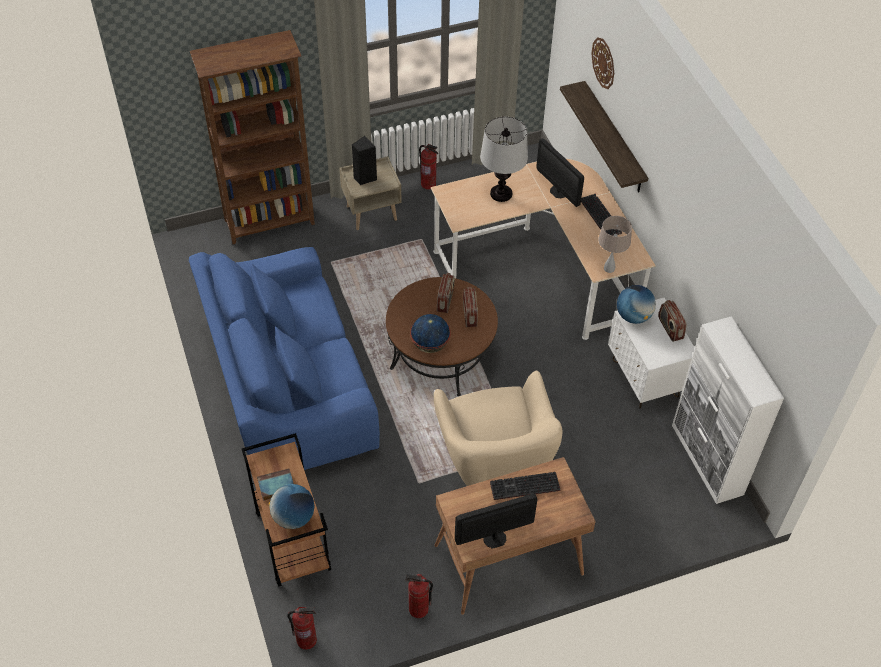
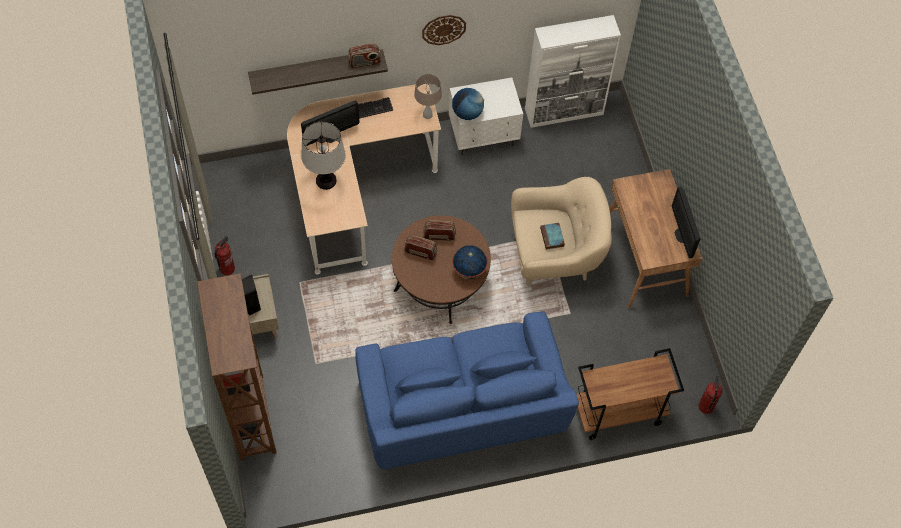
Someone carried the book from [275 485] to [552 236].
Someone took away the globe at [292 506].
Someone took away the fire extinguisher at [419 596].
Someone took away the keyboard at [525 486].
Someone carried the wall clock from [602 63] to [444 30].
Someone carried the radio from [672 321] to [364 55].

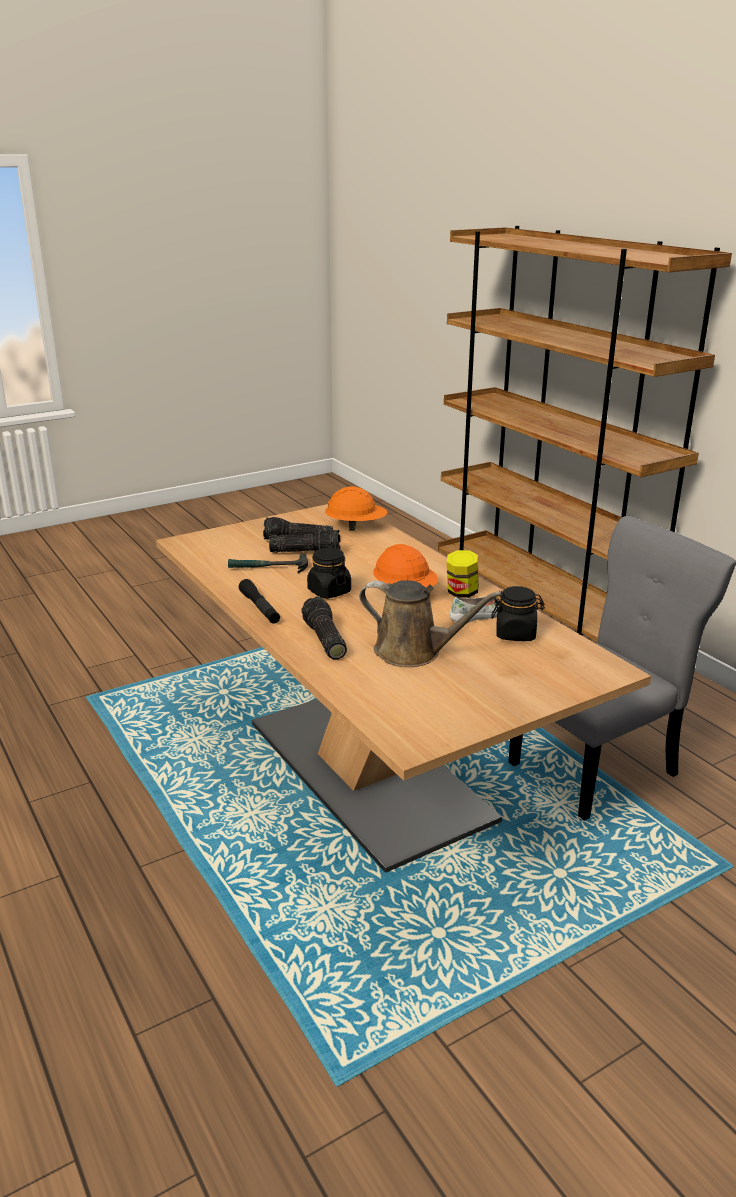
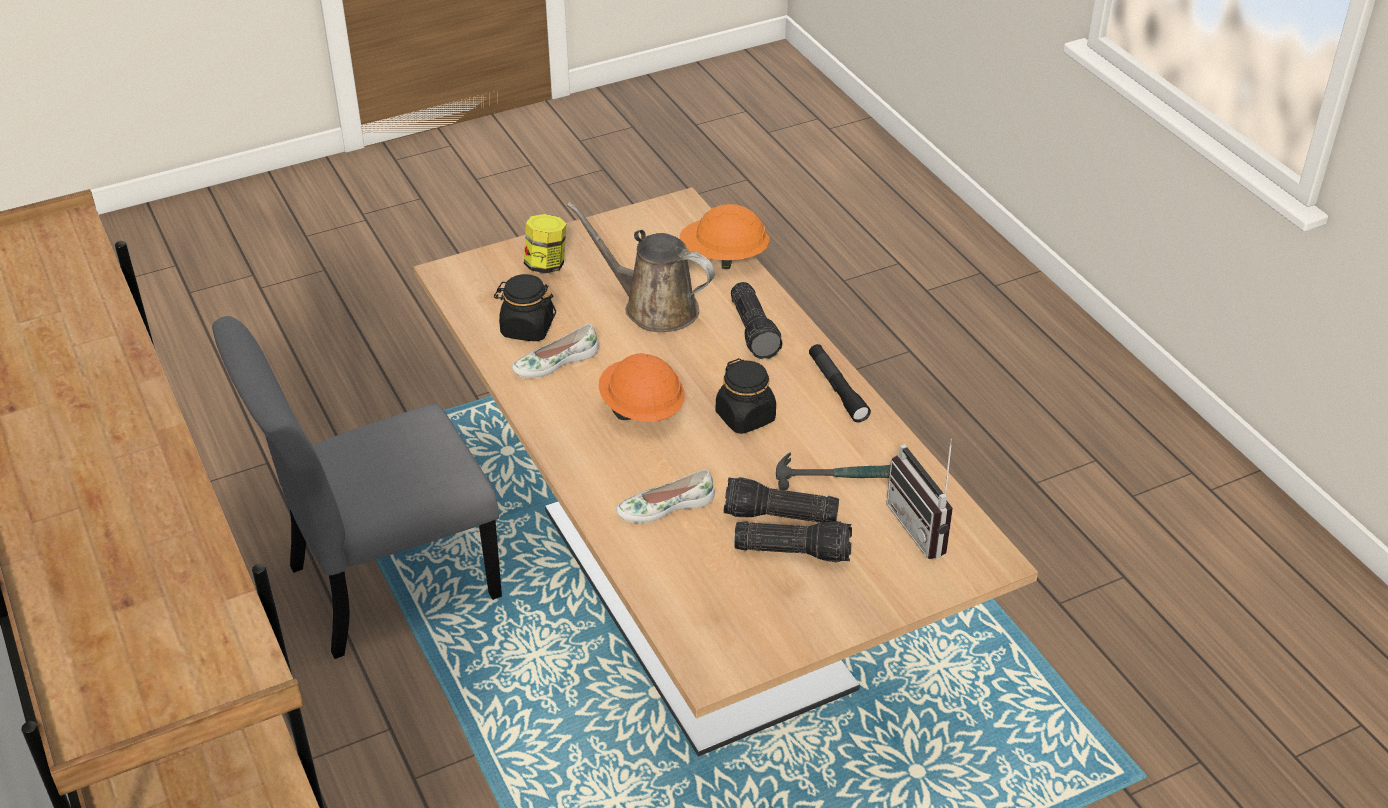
Someone carried the orange hard hat from [356 508] to [725 236].
Someone carried the jar from [463 574] to [545 243].
Someone put down the white shoe at [665 496].
Someone put down the radio at [919 498].

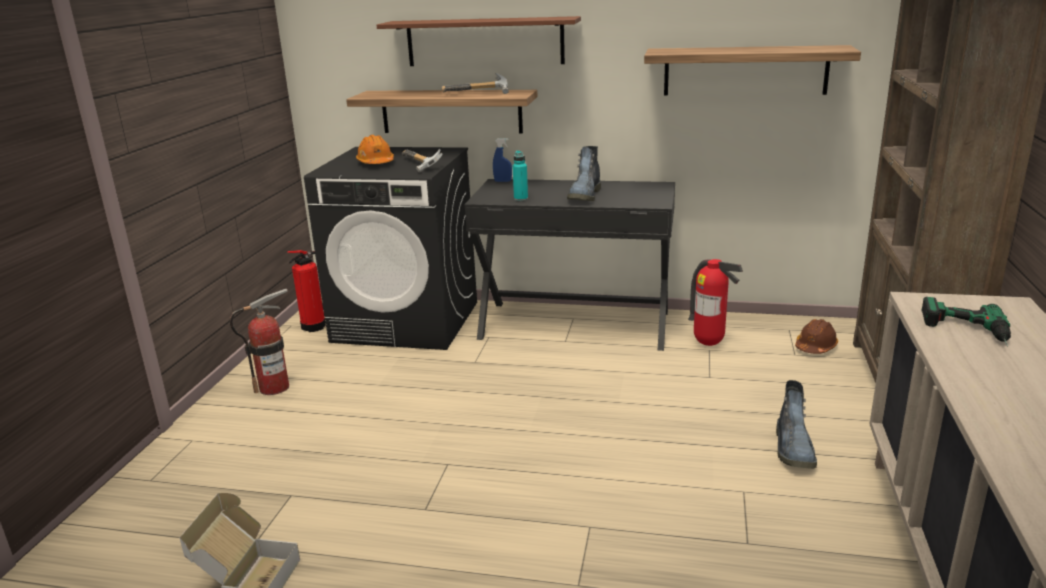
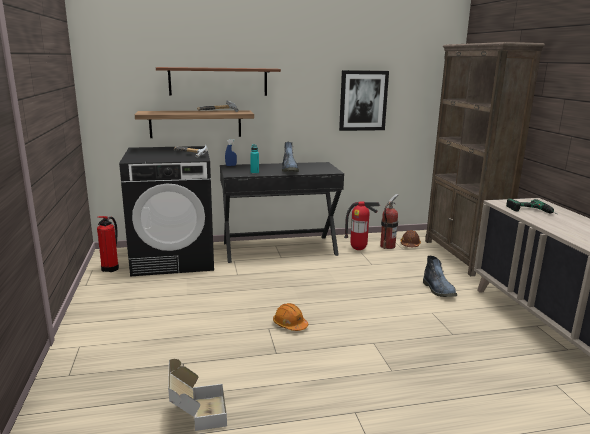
Someone carried the fire extinguisher from [259 342] to [389 221].
Someone carried the orange hard hat from [375 149] to [290 317].
Someone swapped the shelf at [752 70] for the picture at [364 100].

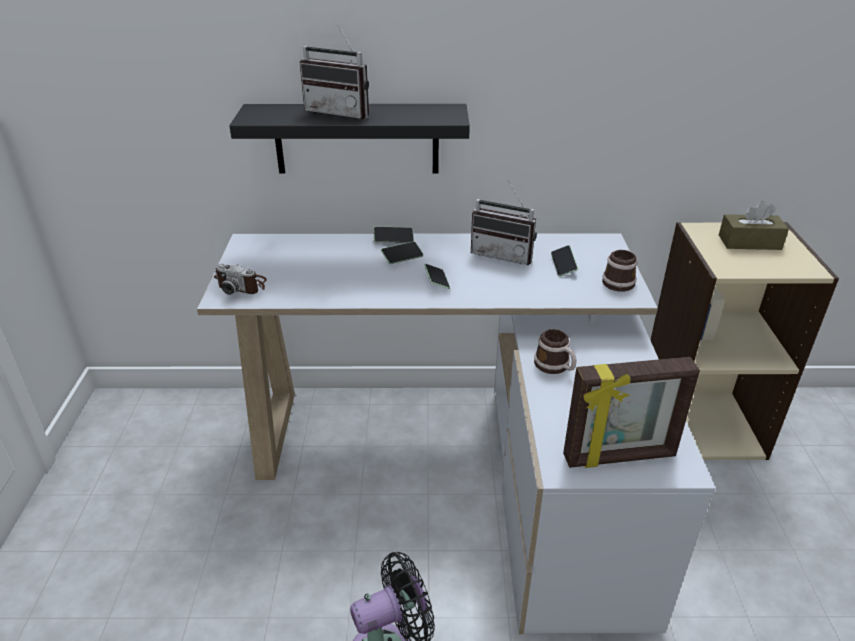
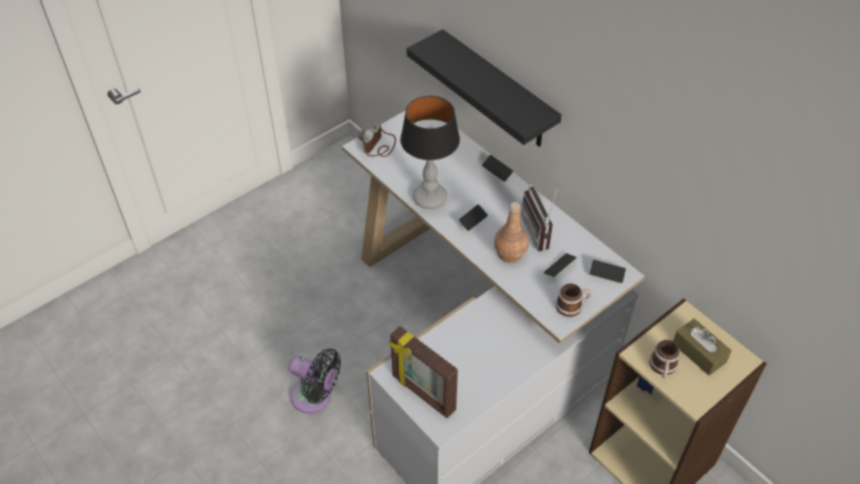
Someone rotated the photo camera at [240 279] by 45 degrees clockwise.
Someone took away the radio at [334 71].
Someone carried the phone from [402 252] to [607 271].
Someone carried the mug from [555 351] to [664 359].
Someone put down the table lamp at [430 152].
Someone put down the brown bottle at [511 232].

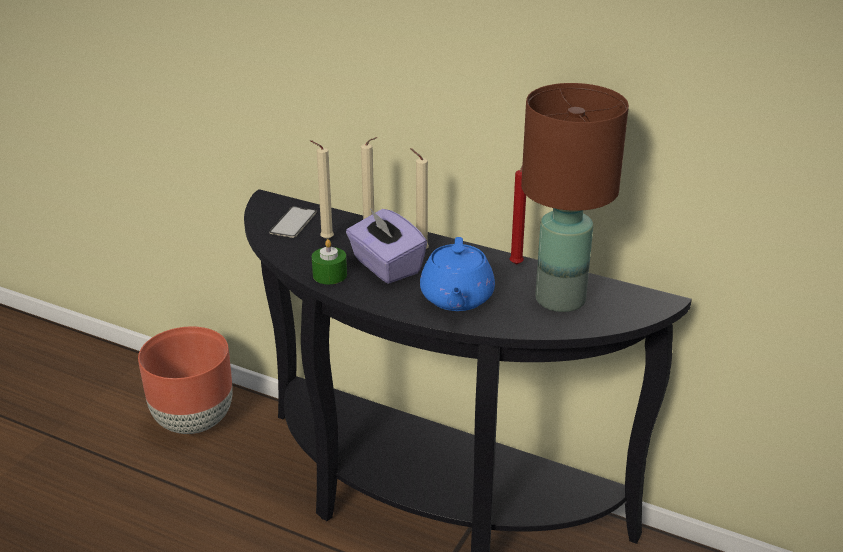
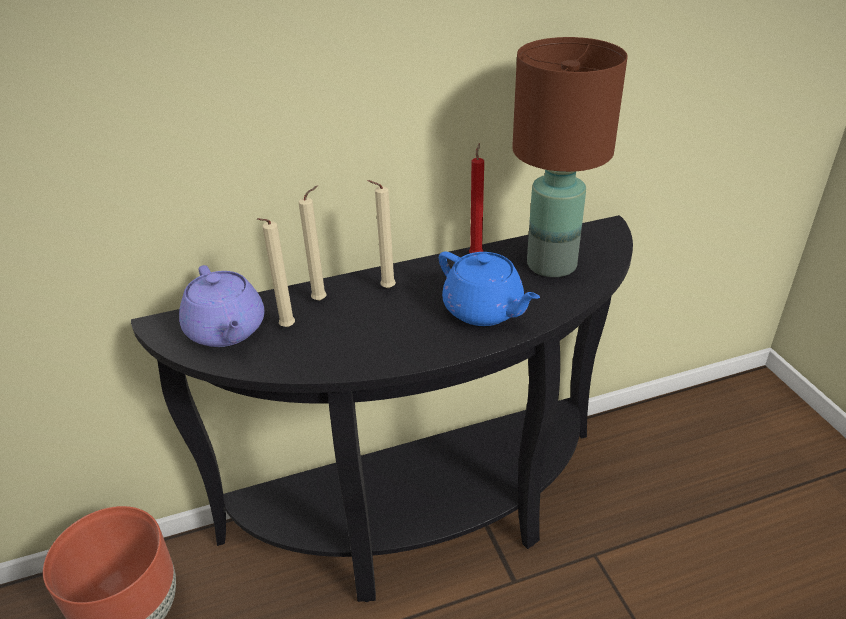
Someone swapped the phone at [293 222] for the purple teapot at [222 306].
Someone took away the green candle at [329 261].
Someone took away the purple tissue box at [386 246].

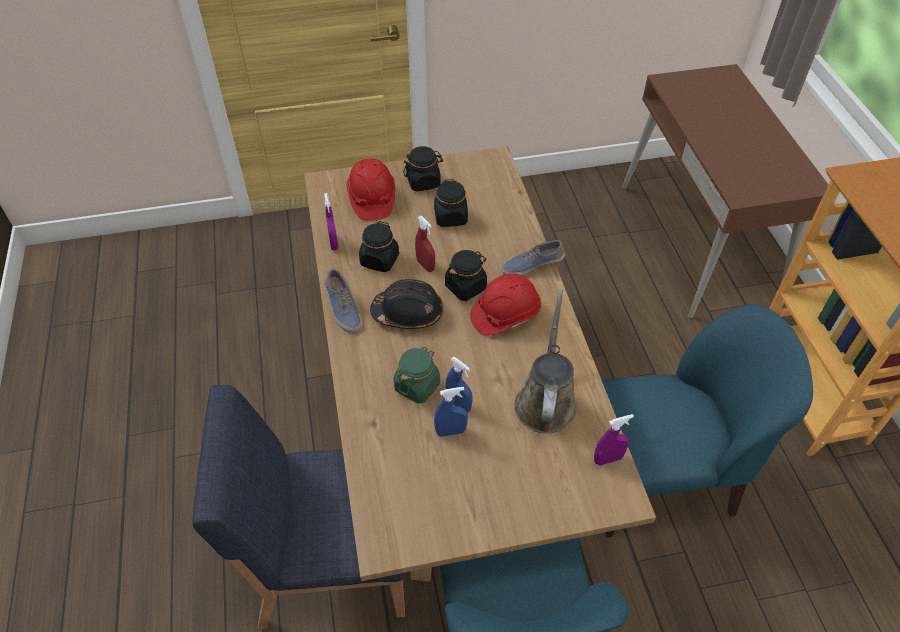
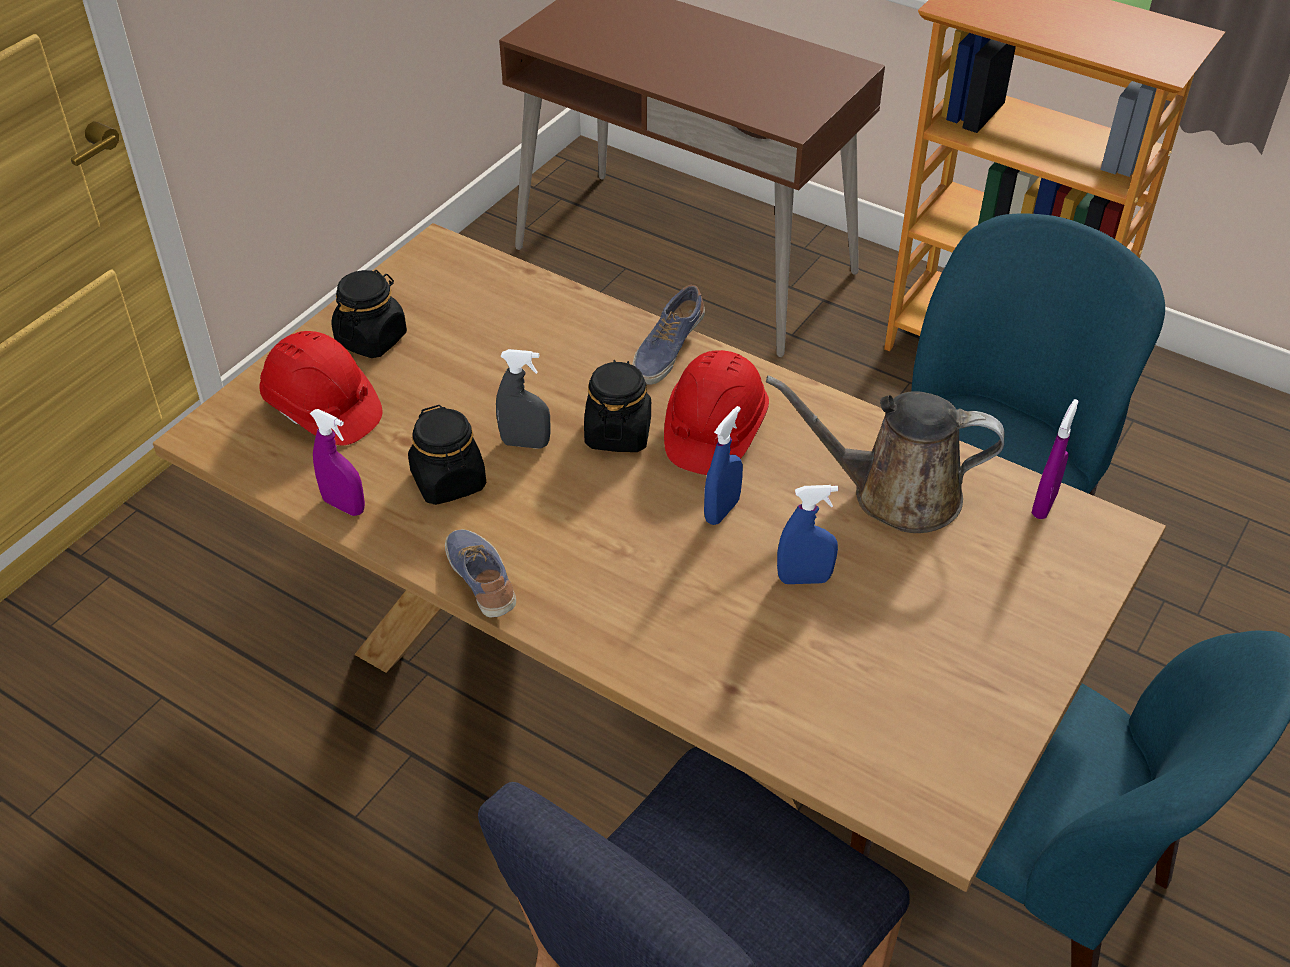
Someone rotated the shoe at [343 301] by 135 degrees counterclockwise.
Someone took away the black hard hat at [406 304].
Someone took away the green jar at [417 375].
Someone repainted the red spray bottle at [425 244], which became the grey spray bottle at [523 399].
Someone took away the black jar at [451 203].
Someone carried the blue spray bottle from [451 412] to [723 465].
Someone rotated the brown watering can at [545 362] by 45 degrees counterclockwise.

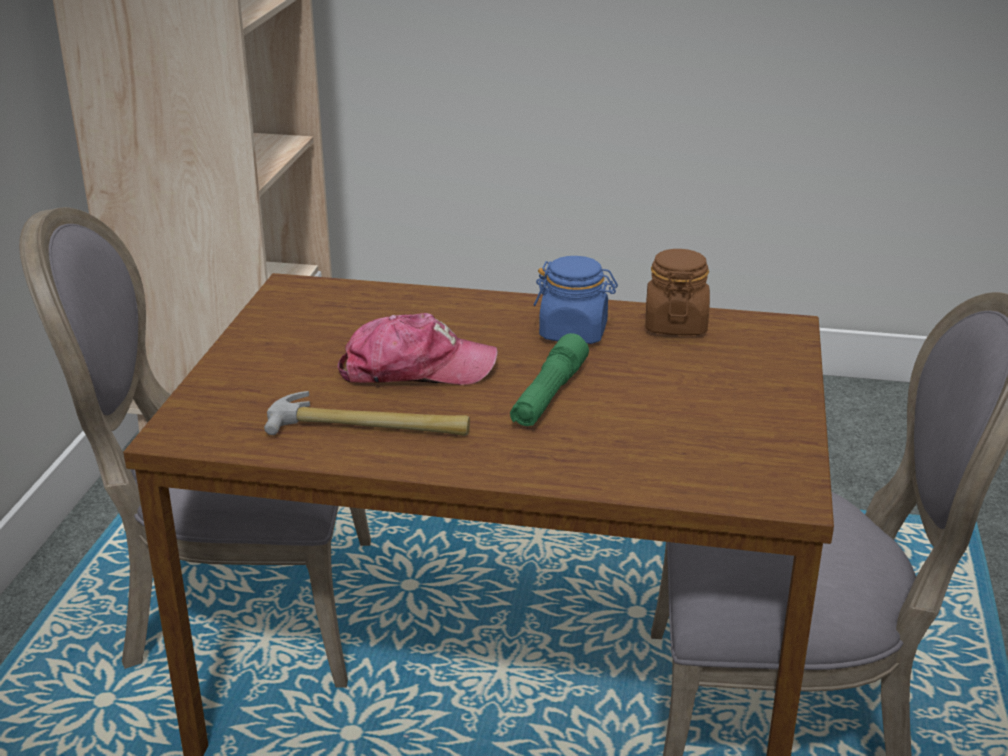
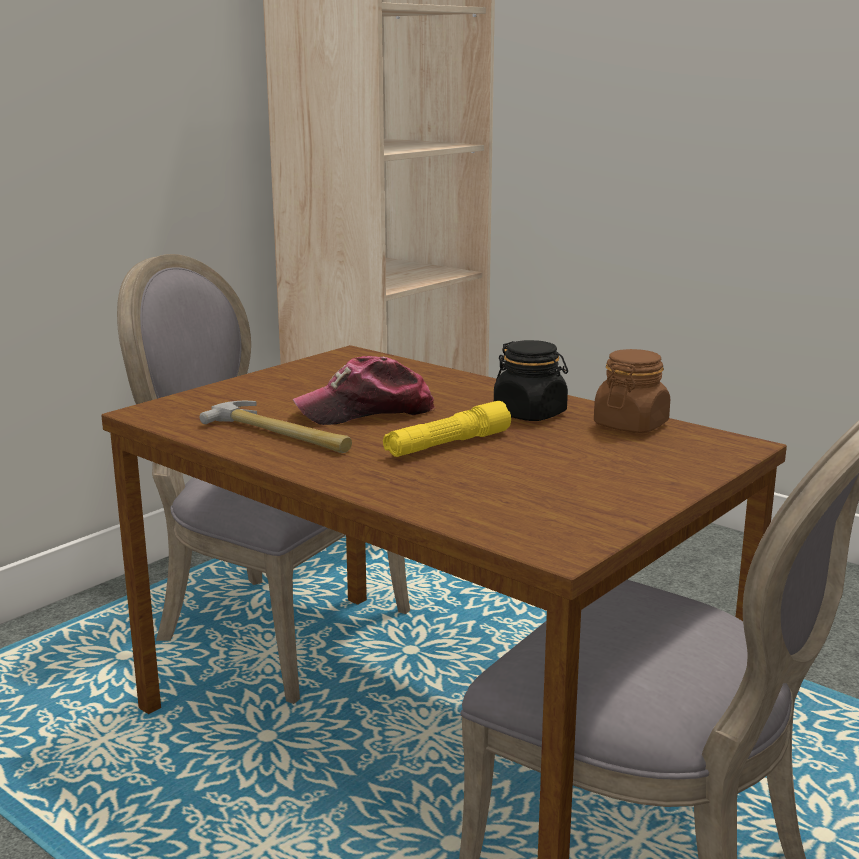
Someone rotated the cap at [418 349] by 135 degrees clockwise.
Someone repainted the green flashlight at [549 379], which became the yellow flashlight at [447 429].
Someone repainted the blue jar at [575 300], which became the black jar at [531 380].

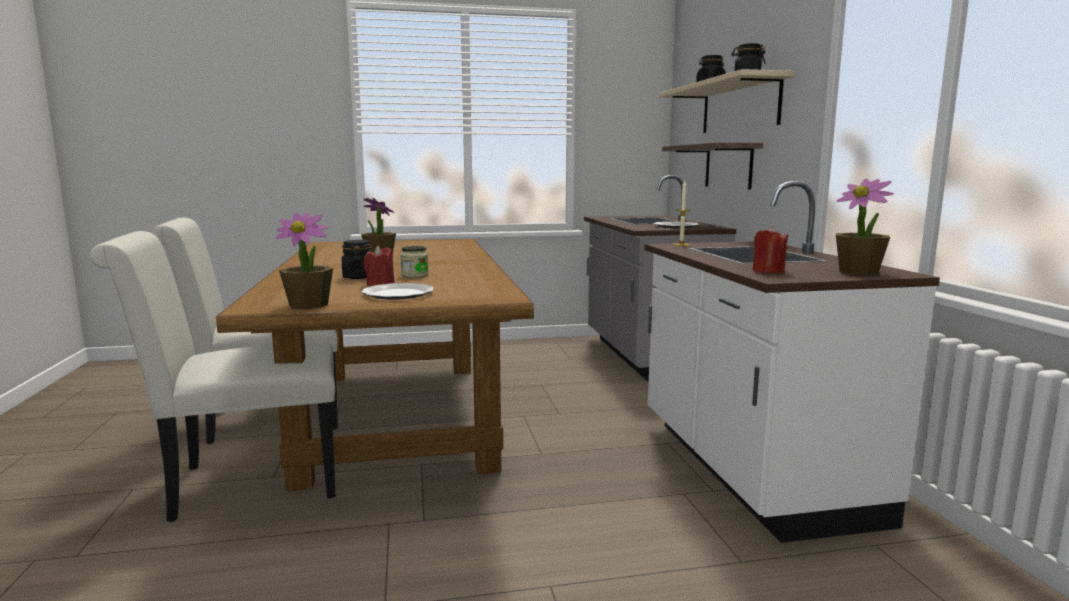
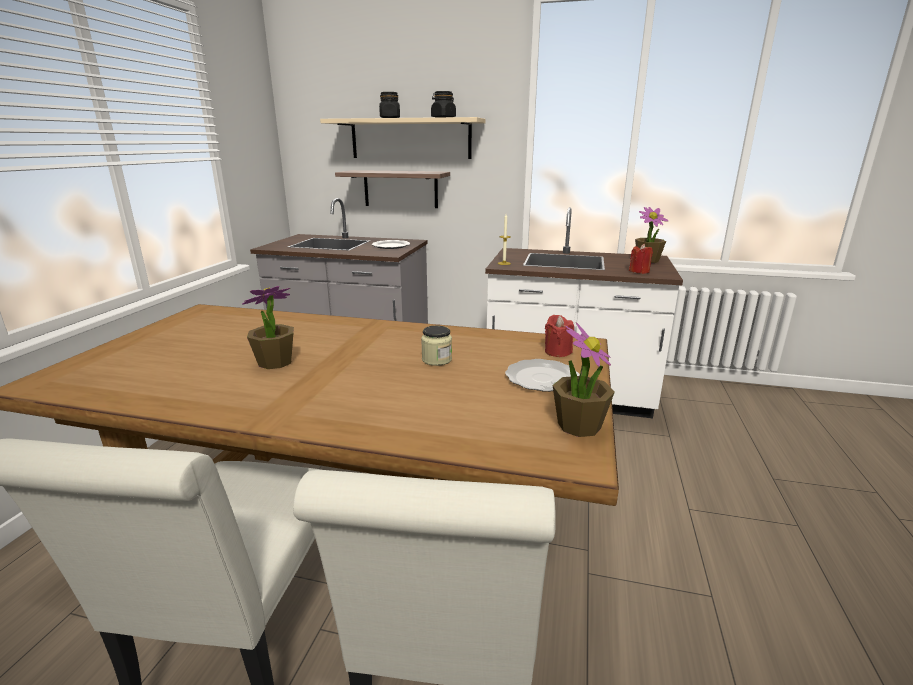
Someone took away the black jar at [356 259].
Someone carried the red candle from [379 266] to [559 336].

